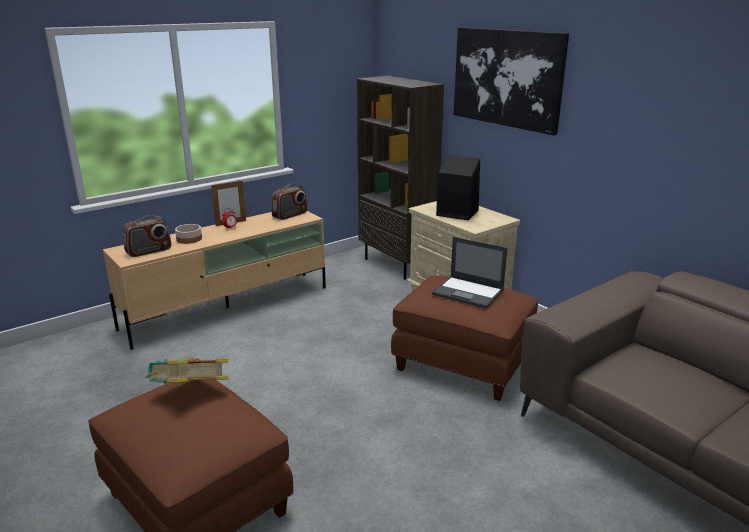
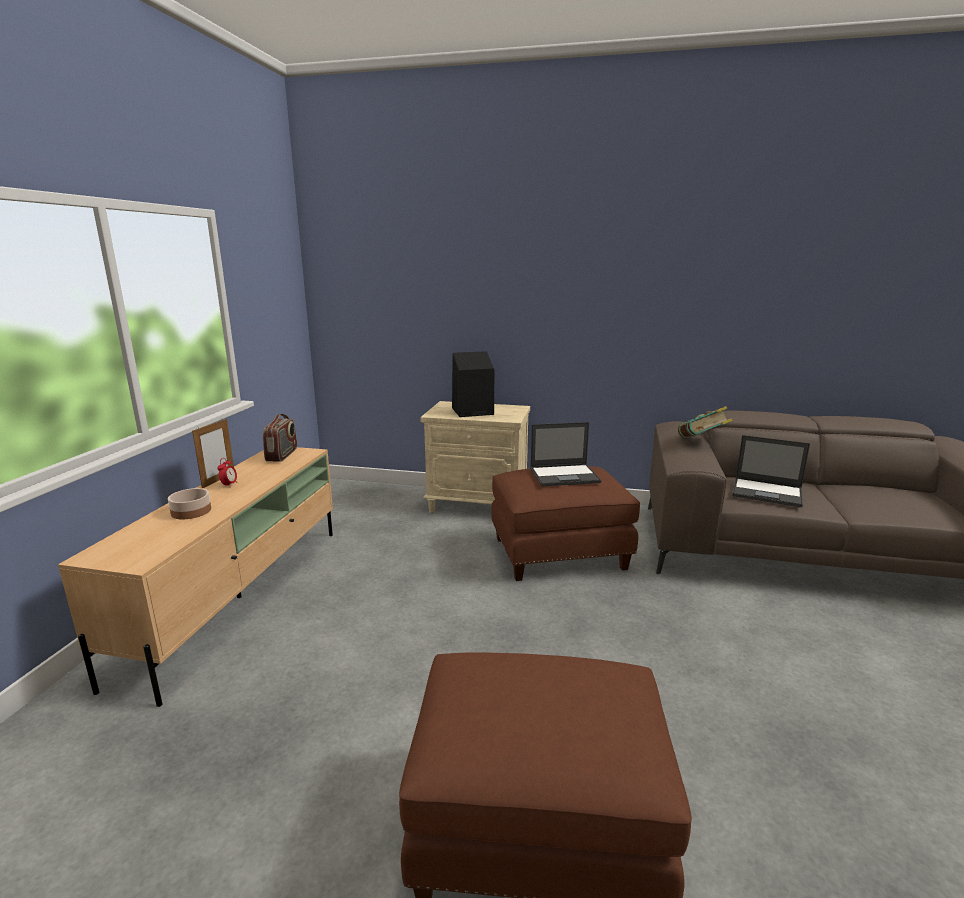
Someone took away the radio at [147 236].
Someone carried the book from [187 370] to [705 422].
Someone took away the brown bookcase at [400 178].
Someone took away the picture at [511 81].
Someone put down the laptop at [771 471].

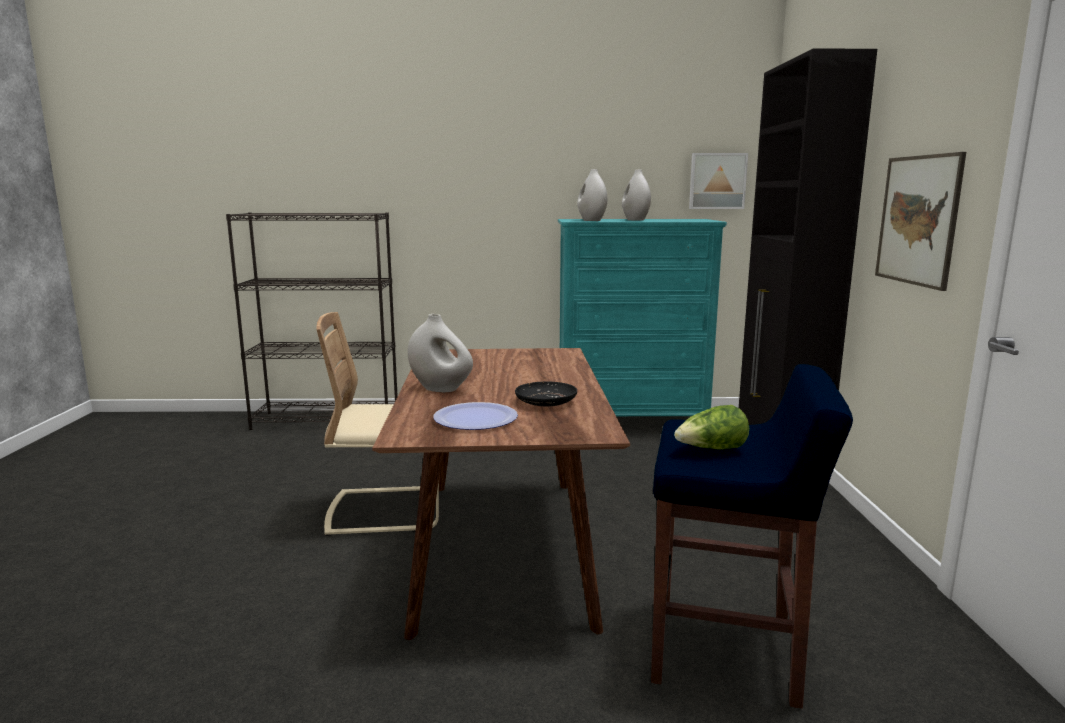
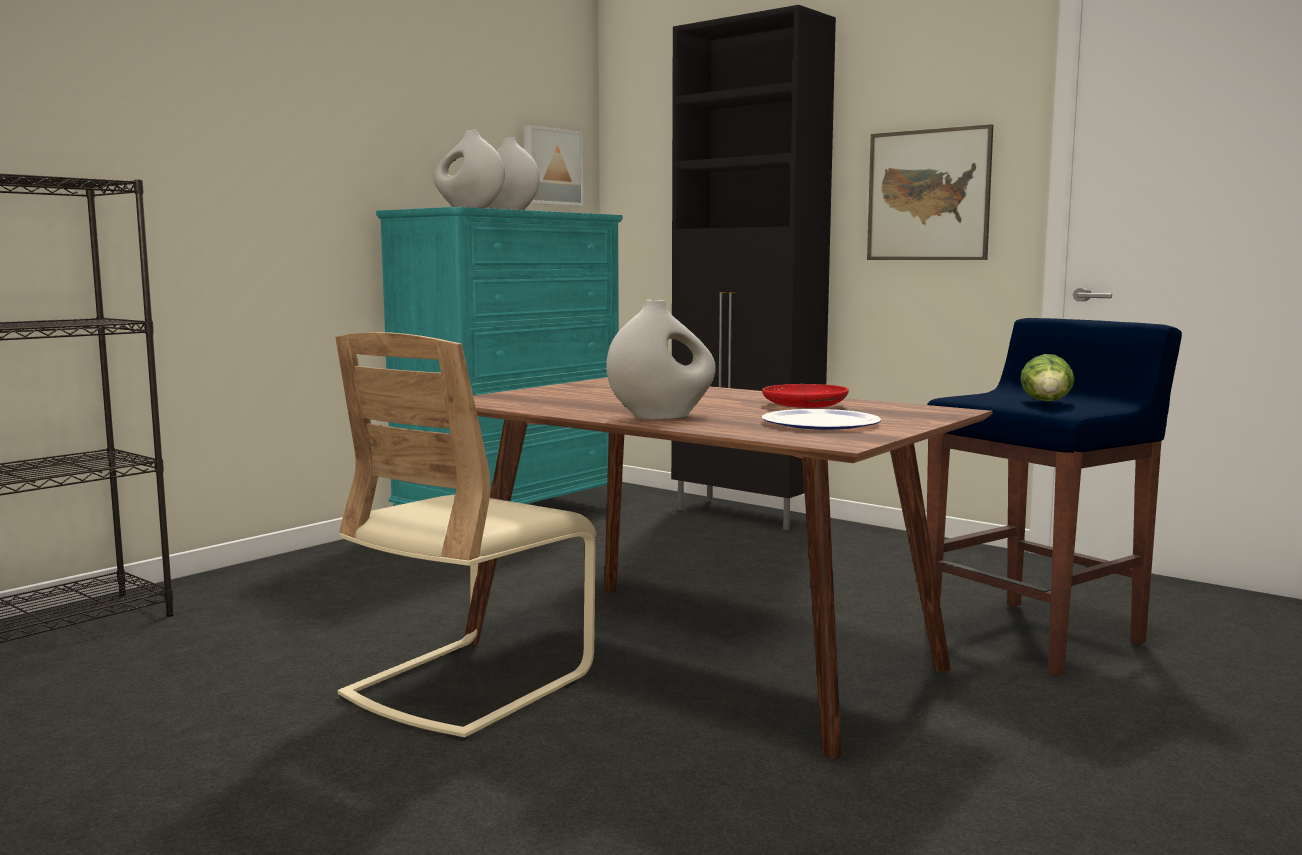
Someone repainted the black plate at [546 393], which became the red plate at [805 396].

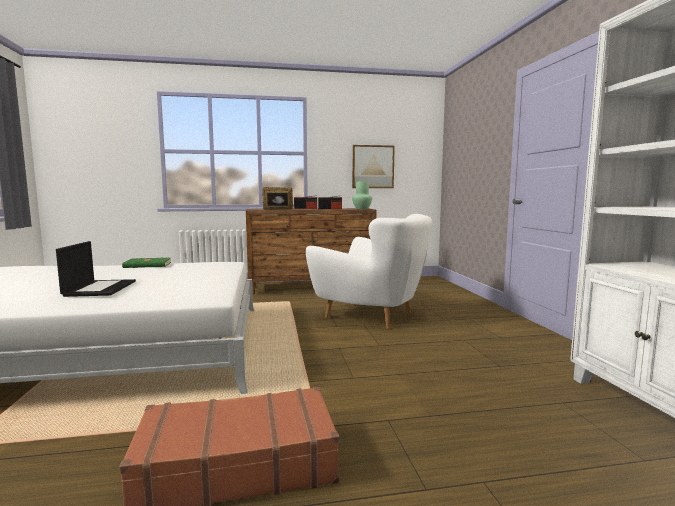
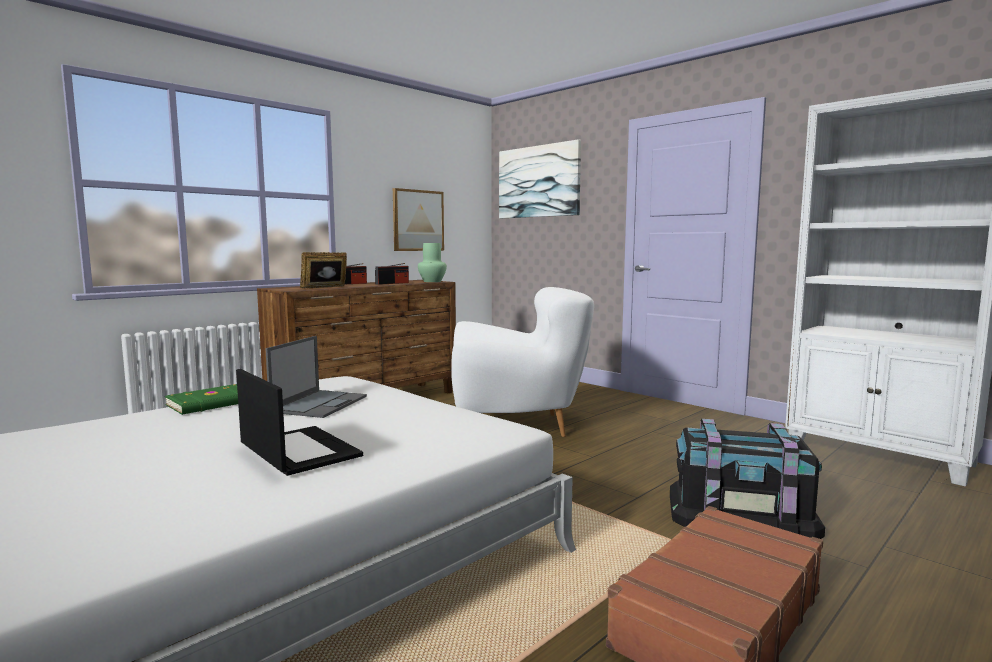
Someone put down the laptop at [316 377].
Someone put up the picture at [540 178].
Someone put down the black storage box at [747 479].

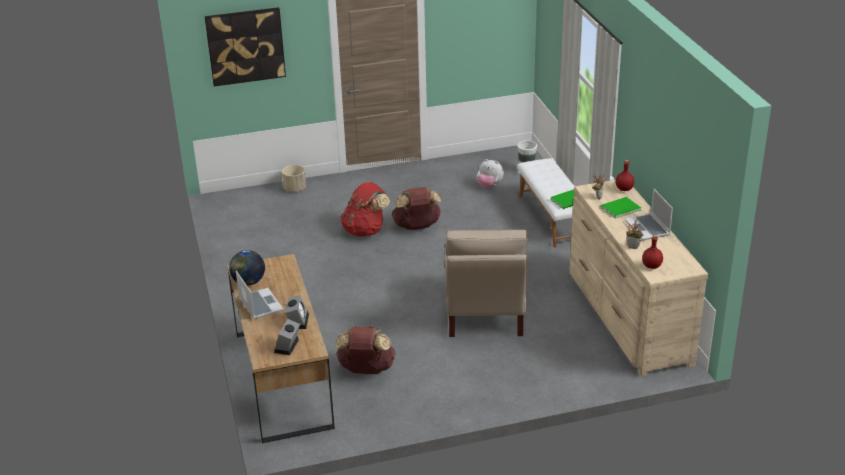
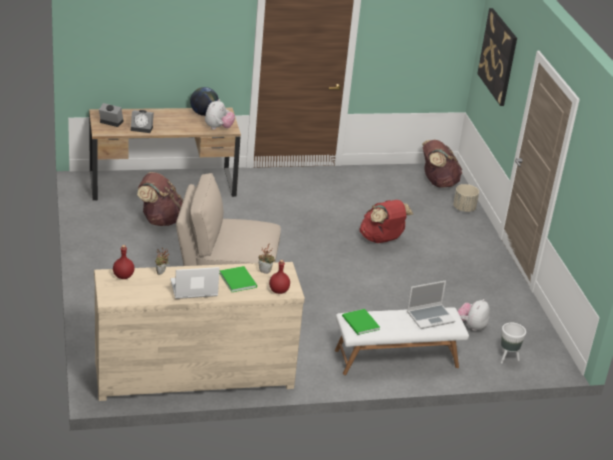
Someone carried the laptop from [259 295] to [431 304].
Someone carried the brown backpack from [416 208] to [442 164].
Someone put down the plush toy at [220 114].

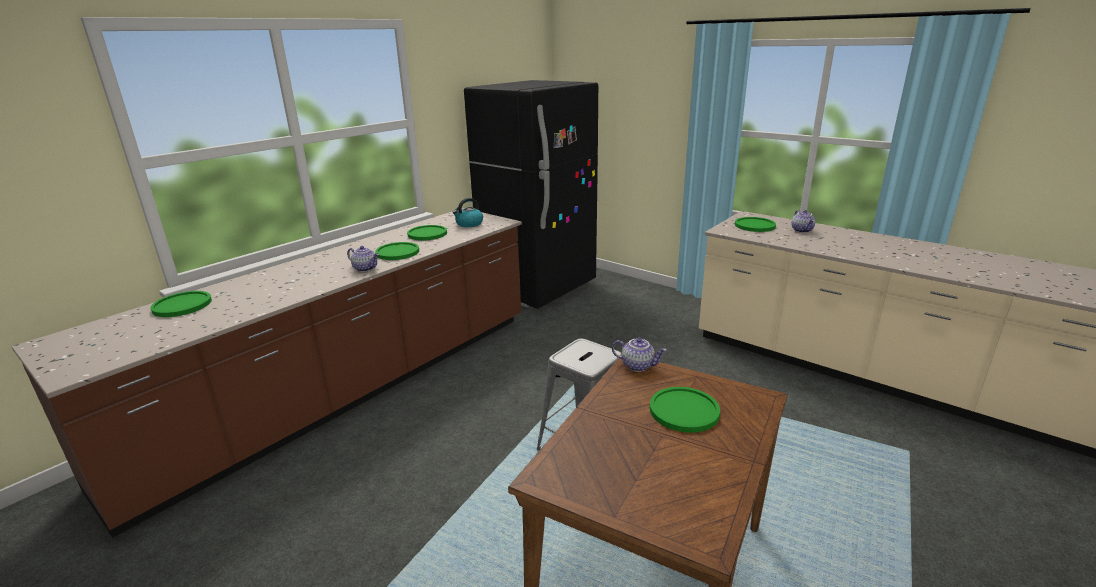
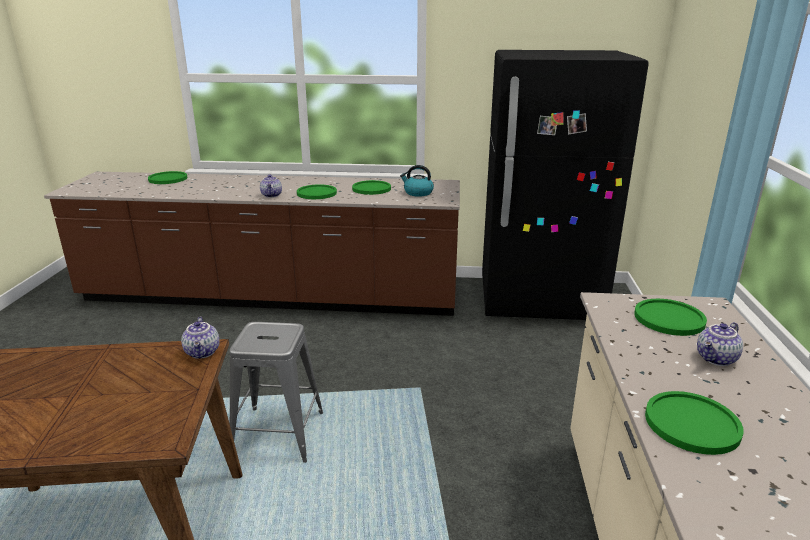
Someone carried the green plate from [685 410] to [694 423].

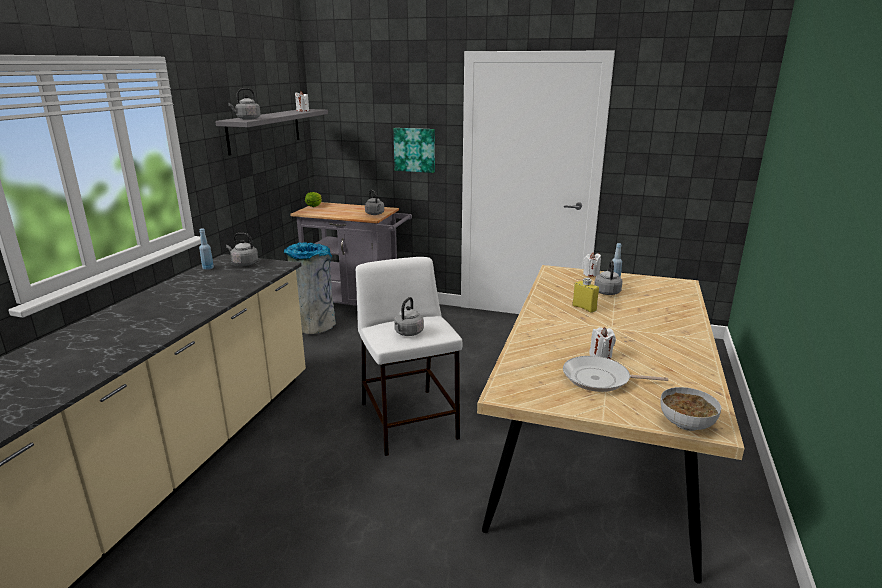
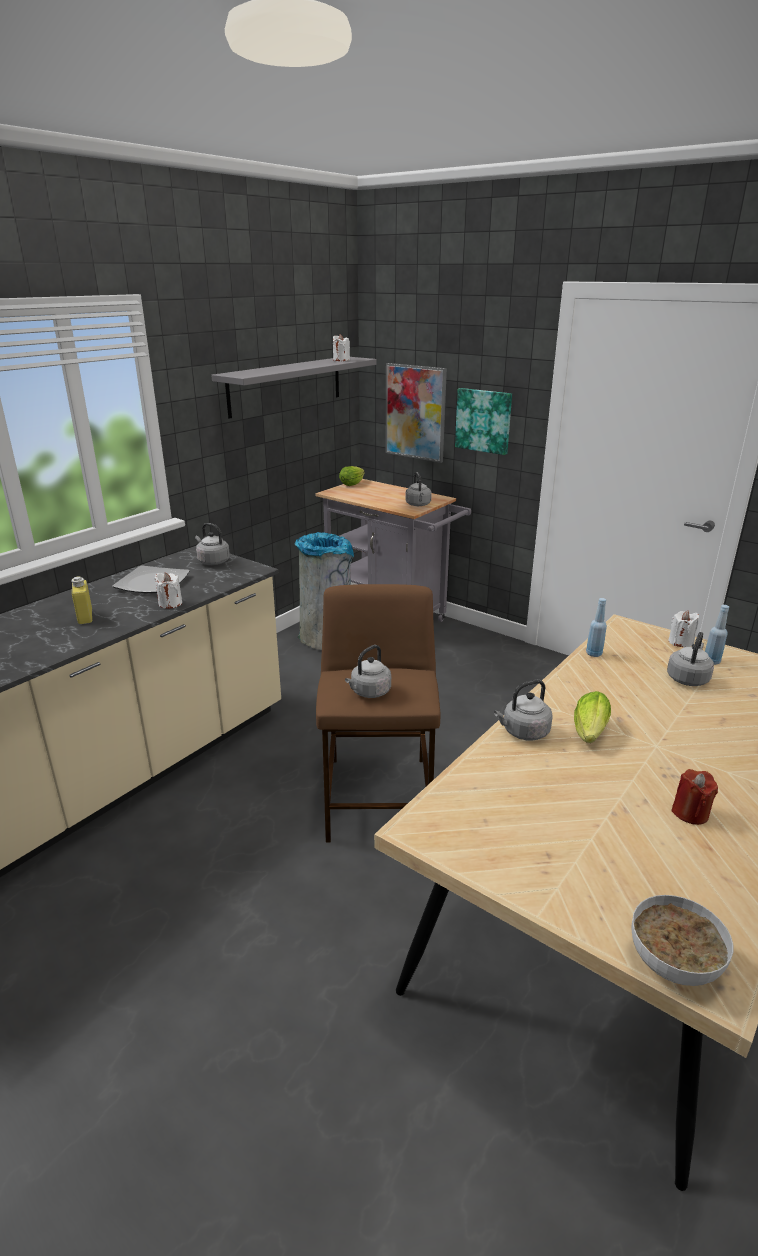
Someone carried the blue bottle from [206 249] to [596 627].
Someone carried the grey kettle from [244 104] to [523 710].
Someone repainted the white stool at [409 356], which became the brown stool at [378 713].
Someone took away the frying pan at [615 374].
Someone carried the yellow bottle from [585 295] to [81 600].
Someone carried the white candle from [602 343] to [168 591].
Someone put down the plate at [151 579].
Someone put up the picture at [416 413].
Someone put down the lettuce at [592 717].
Someone put down the red candle at [694 797].

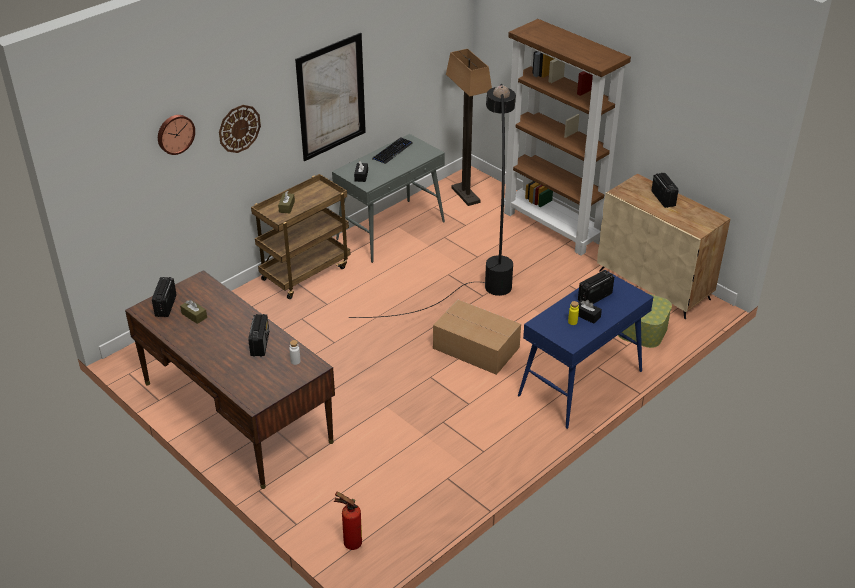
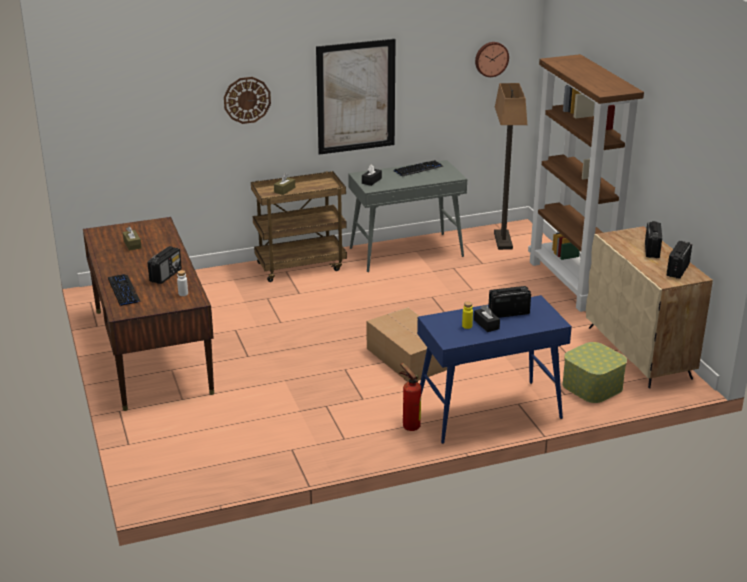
Someone carried the radio from [164 297] to [679 260].
Someone carried the wall clock from [176 135] to [492 59].
Someone carried the fire extinguisher from [348 520] to [410 397].
Someone took away the black floor lamp at [432 201].
Someone put down the keyboard at [124 290].

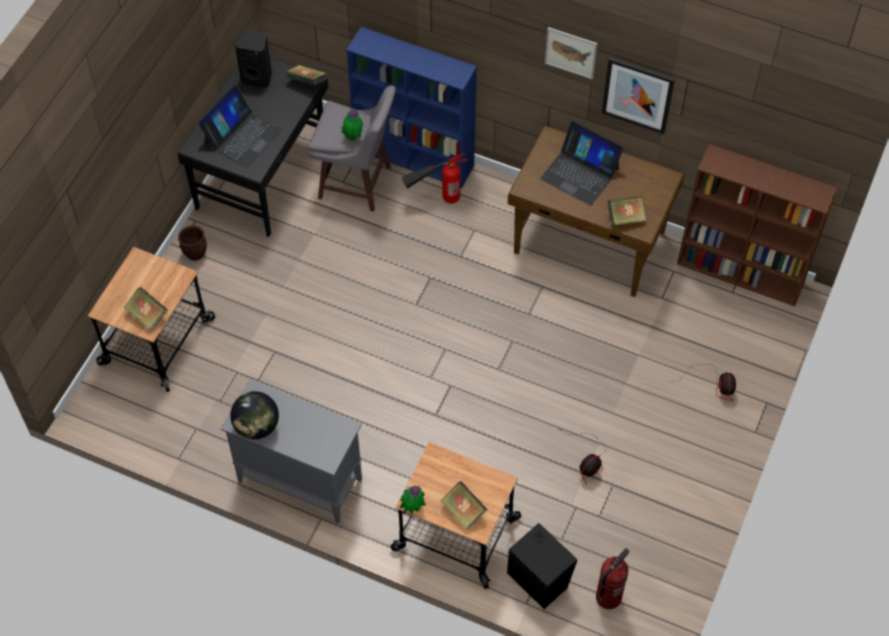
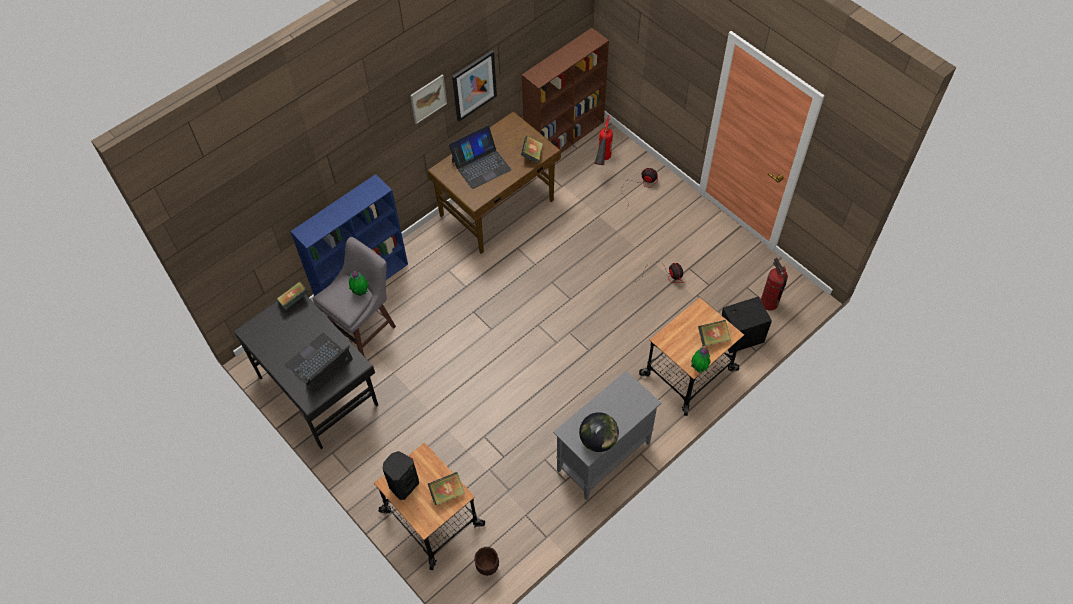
Someone carried the brown planter from [192 243] to [486 561].
Someone rotated the laptop at [240 126] by 105 degrees counterclockwise.
Someone carried the black speaker from [253 59] to [401 475].
Someone carried the fire extinguisher from [434 178] to [604 140].

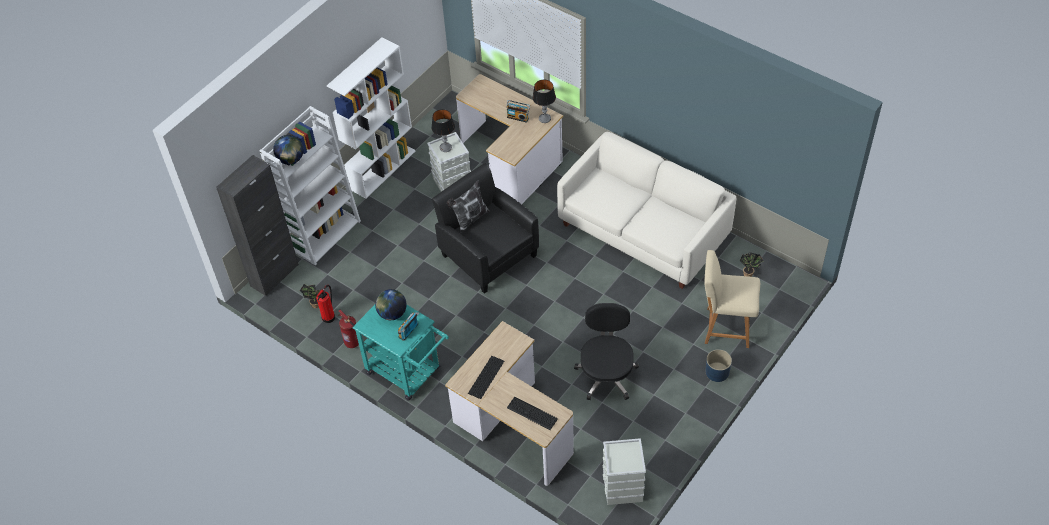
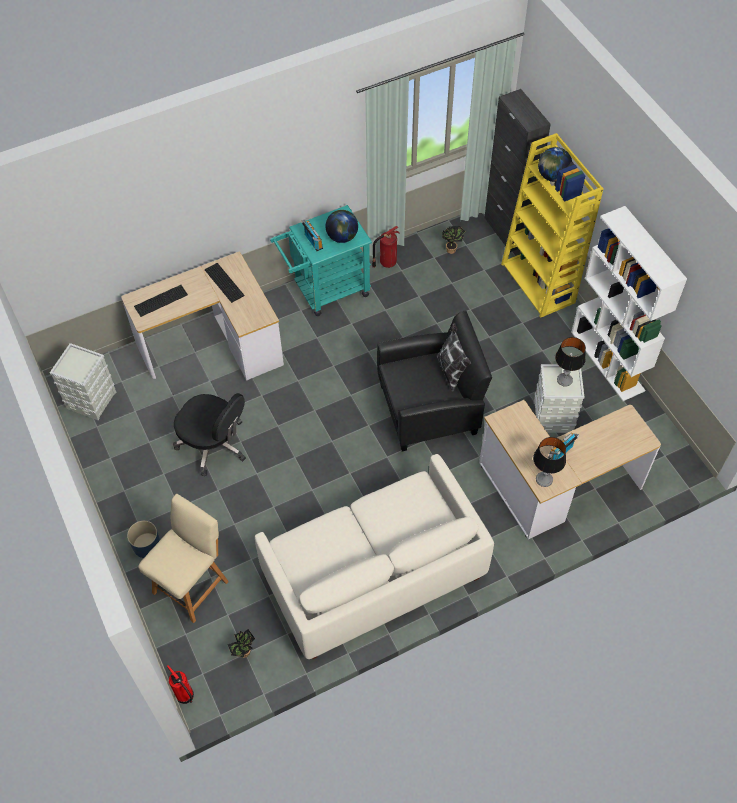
Someone repainted the white bookcase at [310 186], which became the yellow bookcase at [552 225].
Someone carried the fire extinguisher from [325 304] to [180 684].

